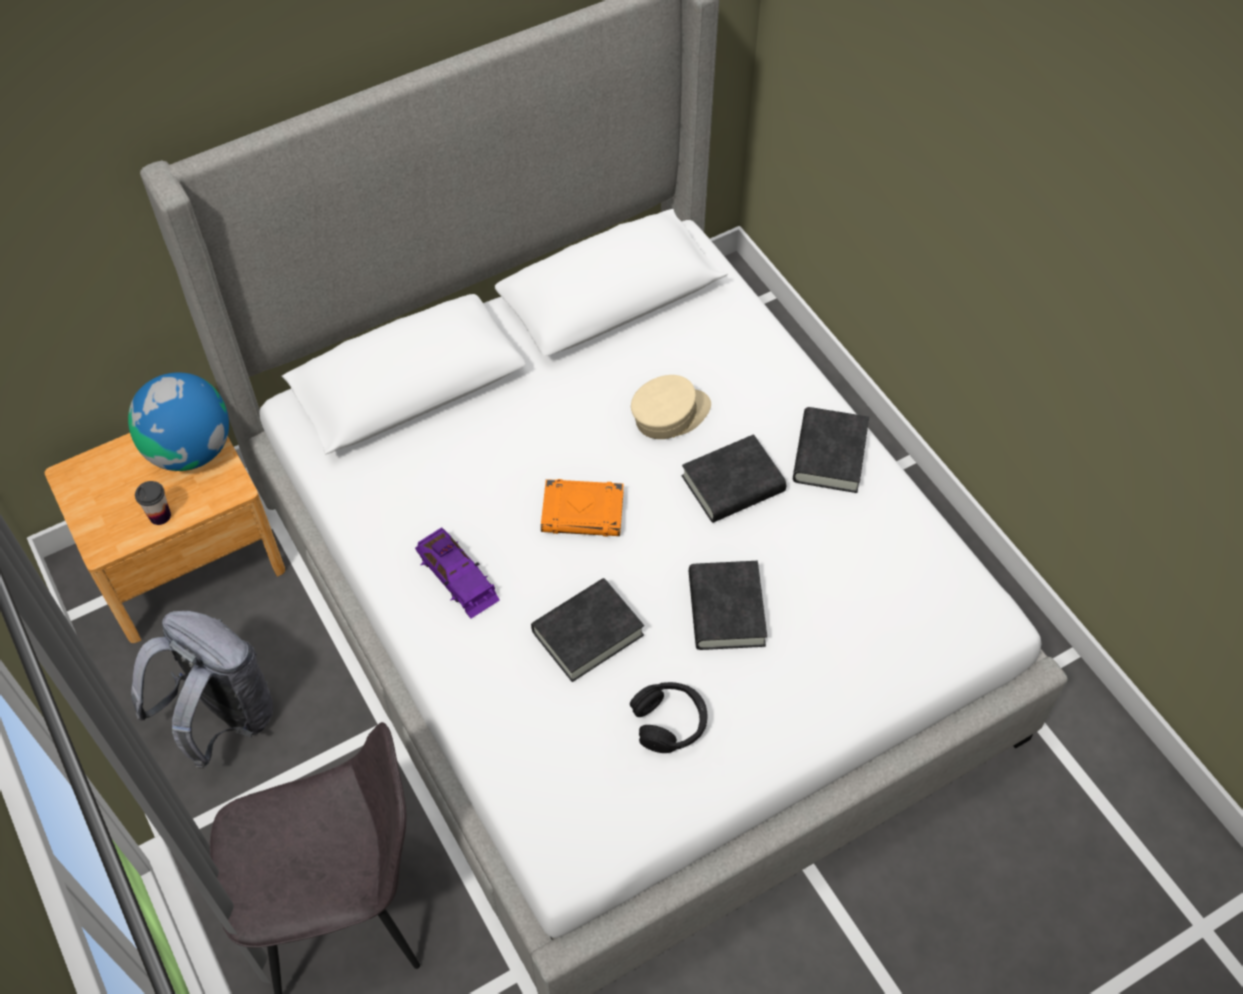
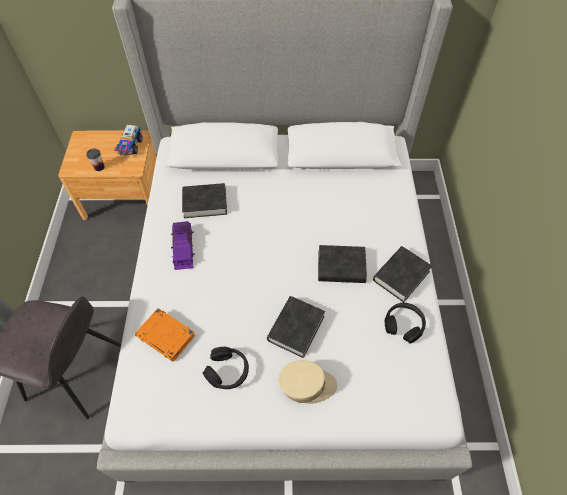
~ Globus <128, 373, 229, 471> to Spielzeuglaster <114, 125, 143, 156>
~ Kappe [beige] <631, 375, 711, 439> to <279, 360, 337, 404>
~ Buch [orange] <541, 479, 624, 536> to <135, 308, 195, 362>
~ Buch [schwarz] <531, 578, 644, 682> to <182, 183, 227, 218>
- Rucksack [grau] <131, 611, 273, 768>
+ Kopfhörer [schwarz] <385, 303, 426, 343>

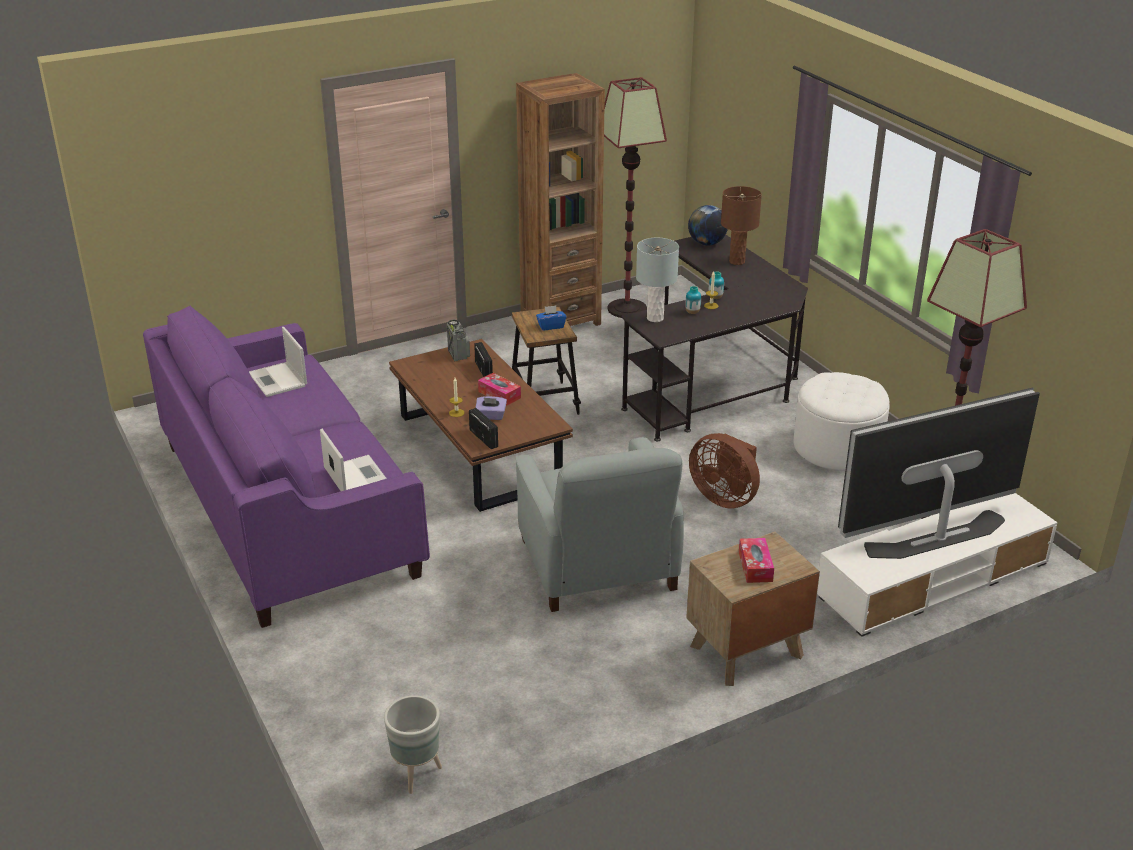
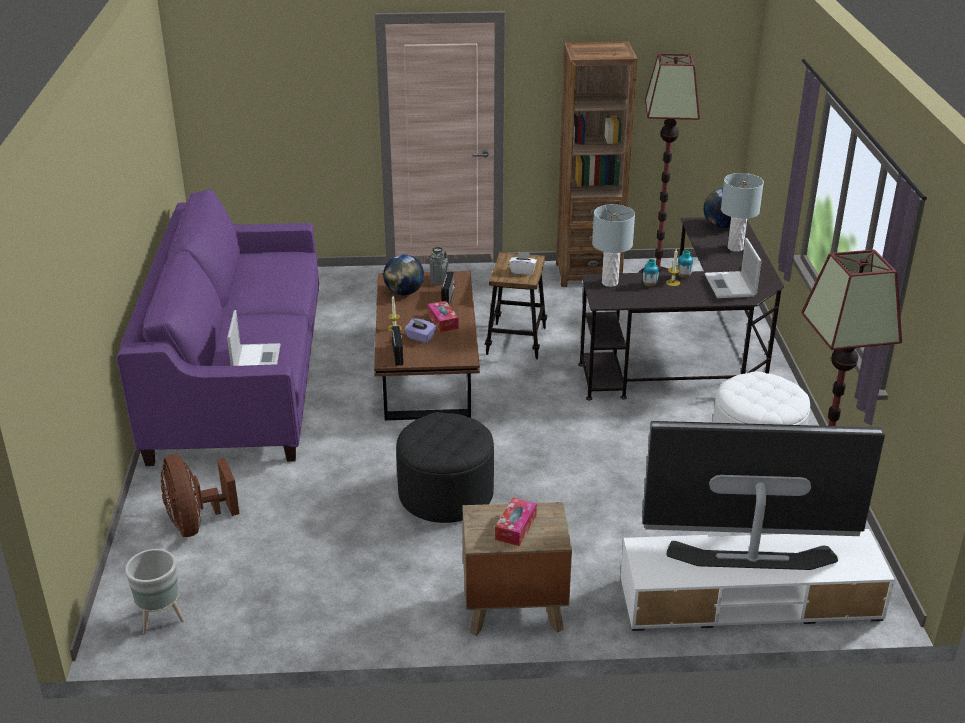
~ Tischlampe [braun] <721, 186, 762, 265> to Tischlampe [grau] <721, 173, 764, 252>
~ Taschentuchbox [blau] <536, 306, 567, 331> to Taschentuchbox [weiß] <509, 251, 537, 275>
~ Laptop <249, 327, 307, 397> to <704, 238, 761, 298>
~ Ventilator [braun] <689, 433, 760, 508> to <161, 454, 240, 537>
~ Sessel [grau] <516, 437, 684, 612> to Polsterhocker [schwarz] <396, 412, 494, 523>
+ Globus <383, 254, 424, 295>

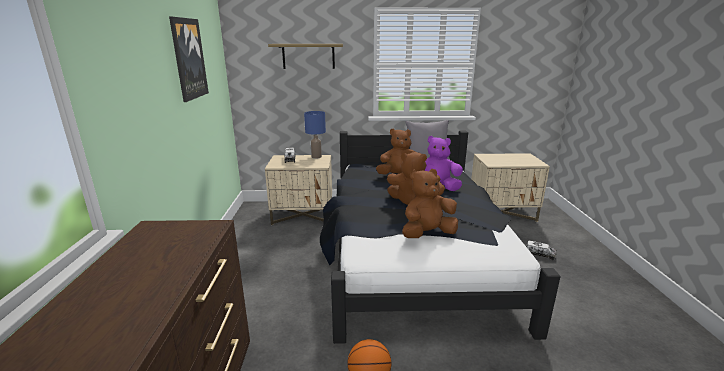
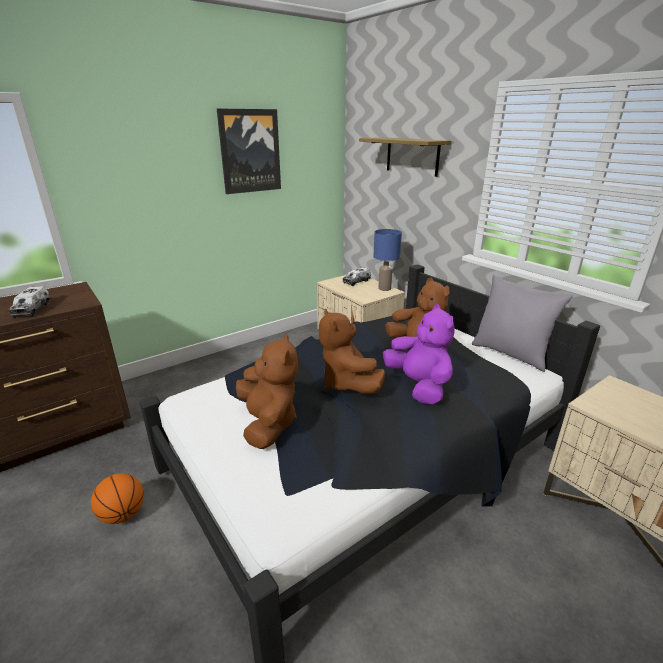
~ Plüschtier [braun] <402, 169, 458, 238> = <236, 334, 298, 449> 45 degrees clockwise
~ Spielzeuglaster <526, 241, 557, 260> to <9, 286, 51, 318>

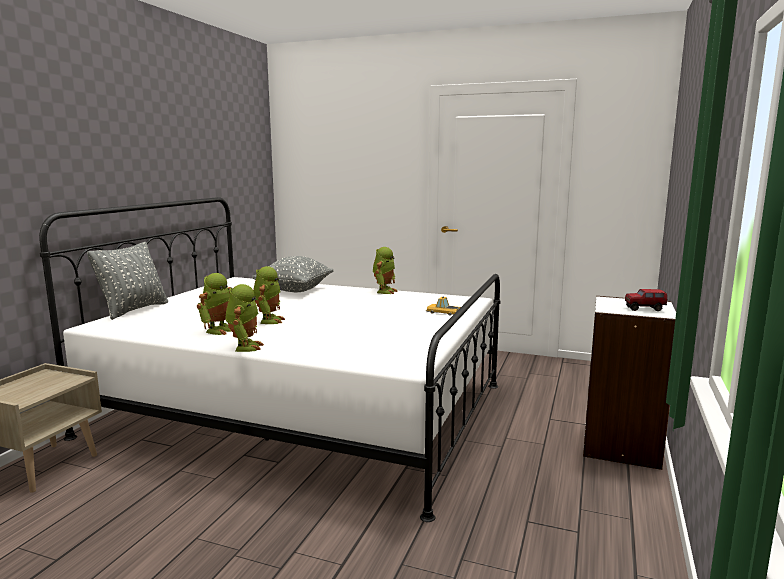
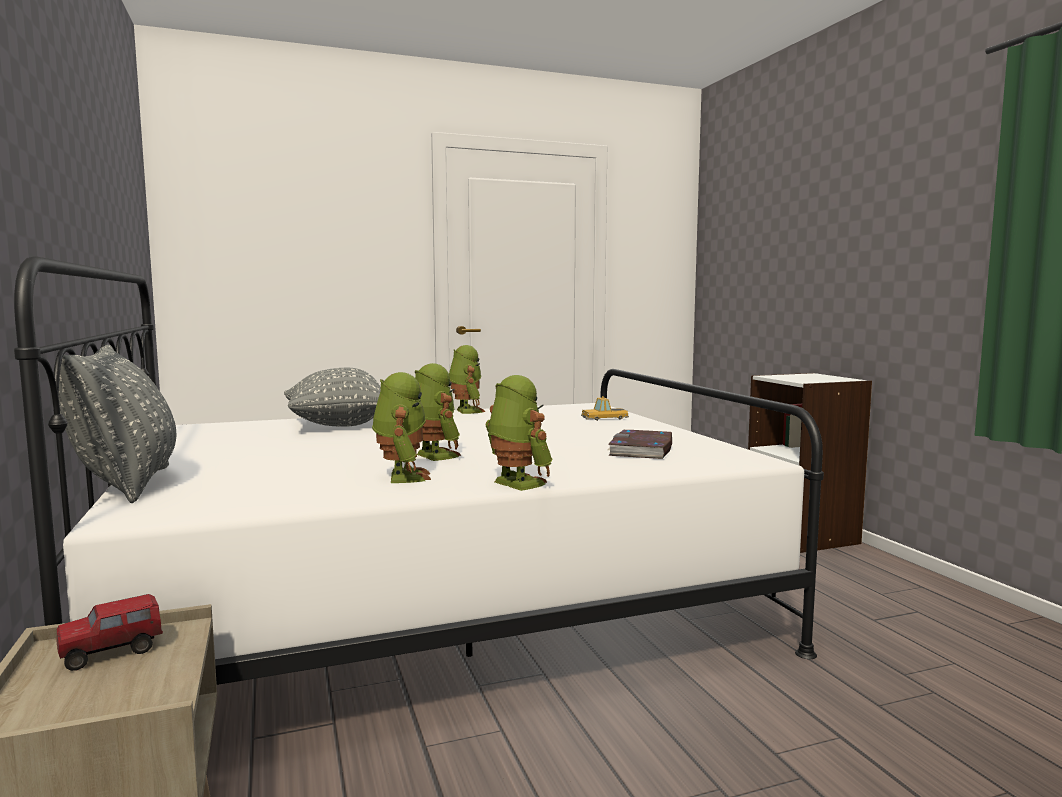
~ Spielzeuglaster <625, 289, 667, 311> to <56, 594, 163, 671>
+ Buch <608, 430, 672, 459>

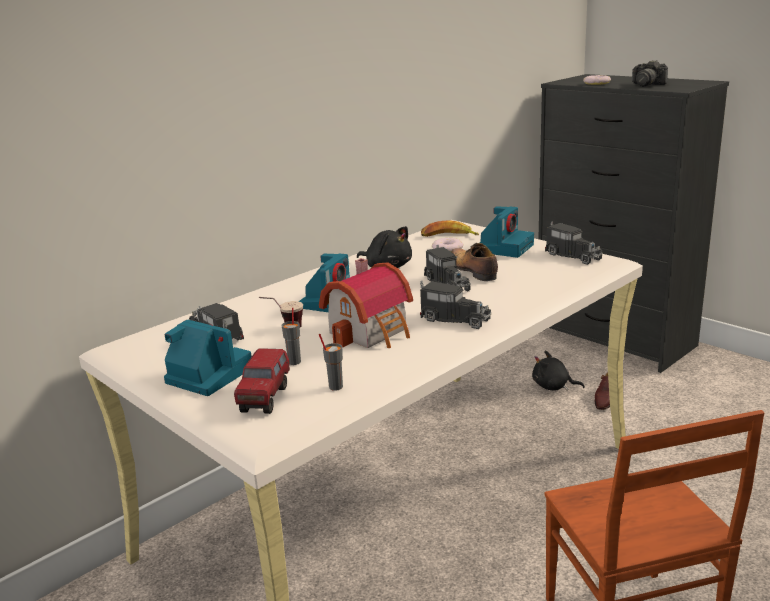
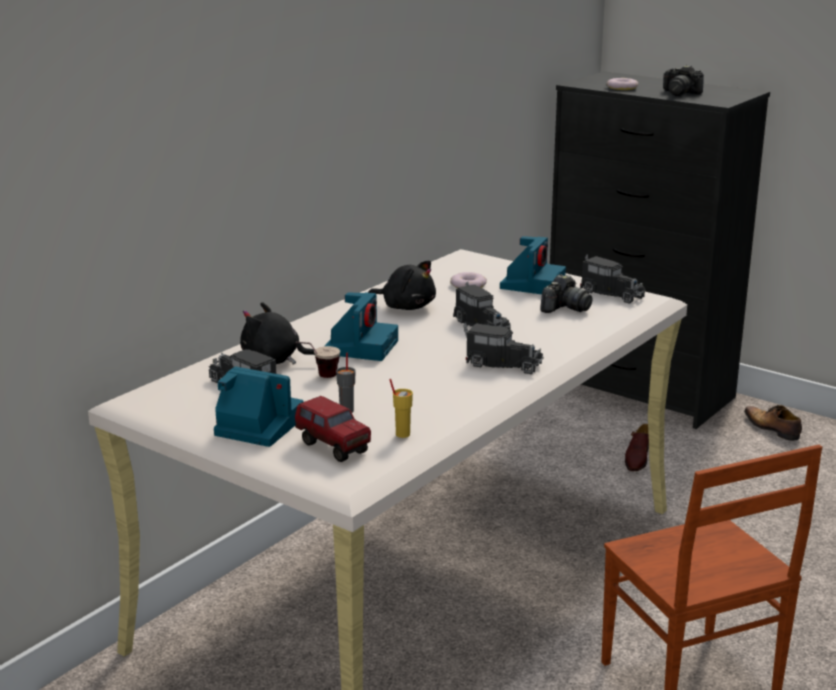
- Banane <421, 221, 479, 237>
~ Schuh <452, 243, 498, 281> to <744, 405, 802, 441>
- Spielzeughaus <319, 258, 413, 348>
~ Tasse [grau] <319, 334, 343, 391> to Tasse [gelb] <389, 379, 413, 438>
~ Spielzeuglaster <234, 348, 290, 414> = <295, 396, 371, 462> 45 degrees counterclockwise
~ Plüschtier [schwarz] <532, 351, 585, 391> to <240, 302, 315, 364>
+ Kamera <540, 274, 593, 313>

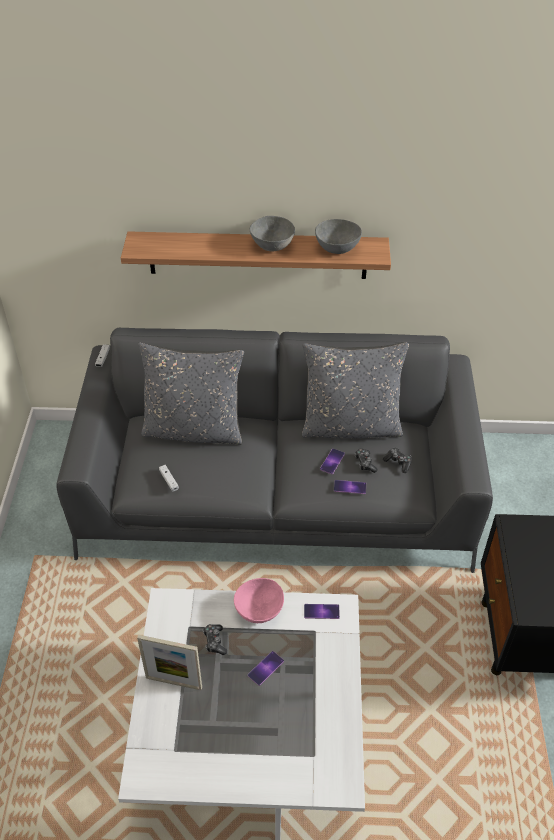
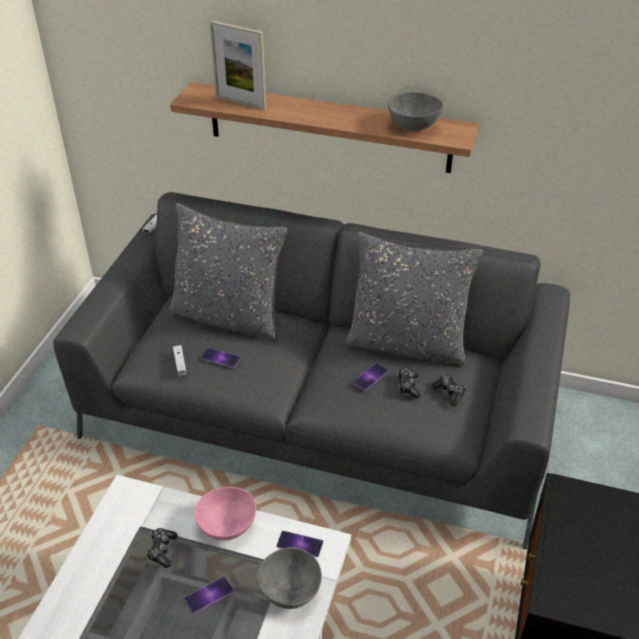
~ Schüssel [grau] <250, 216, 295, 252> to <257, 547, 322, 609>
~ Handy <334, 480, 366, 494> to <201, 348, 241, 368>
~ Bilderrahmen <137, 635, 202, 690> to <210, 20, 266, 110>

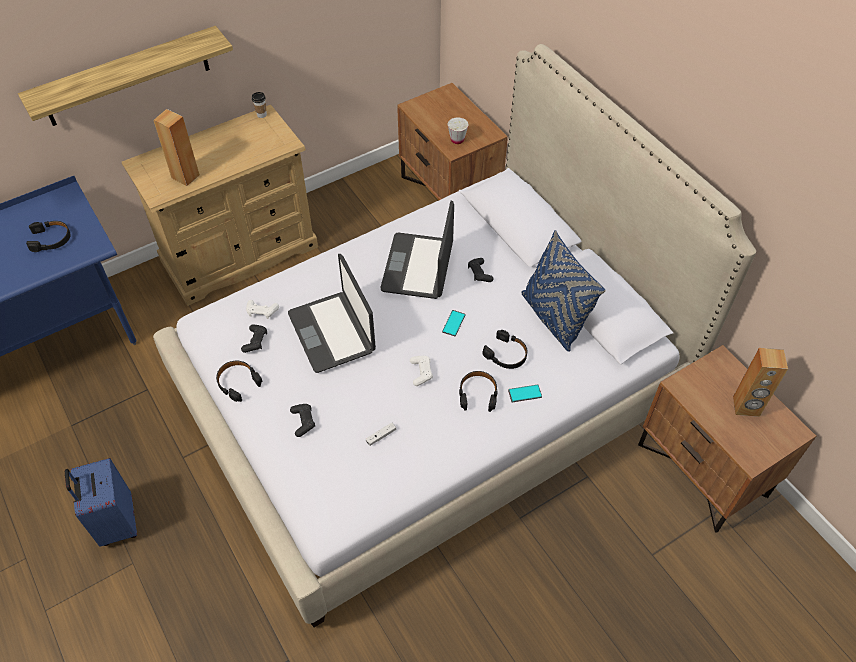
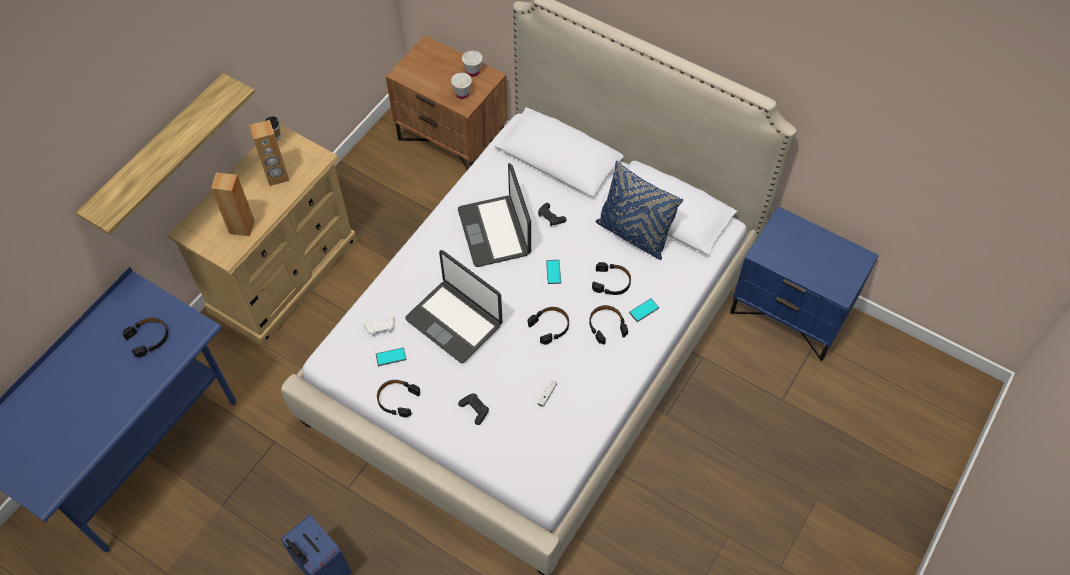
~ Gamepad [schwarz] <241, 324, 267, 353> to Handy <376, 347, 407, 366>
~ Nachttisch [braun] <638, 345, 816, 533> to Nachttisch [blau] <730, 206, 879, 361>
~ Lautsprecher [braun] <733, 348, 788, 417> to <250, 120, 289, 186>
~ Gamepad [weiß] <410, 356, 433, 386> to Kopfhörer [schwarz] <527, 307, 569, 345>
+ Tasse [weiß] <462, 51, 482, 76>

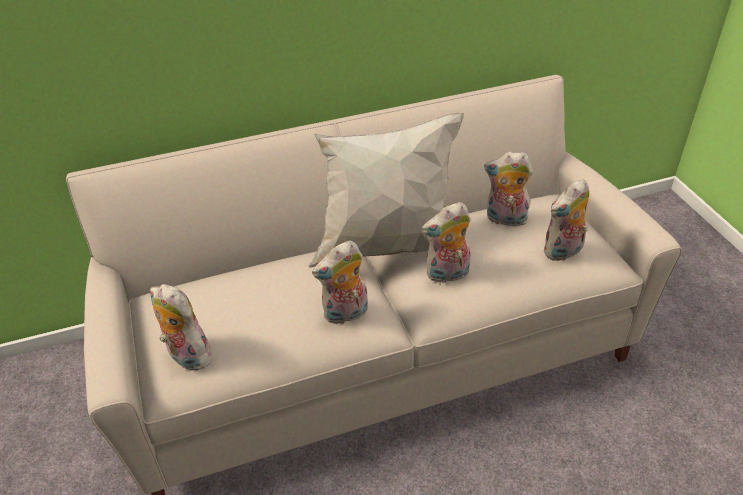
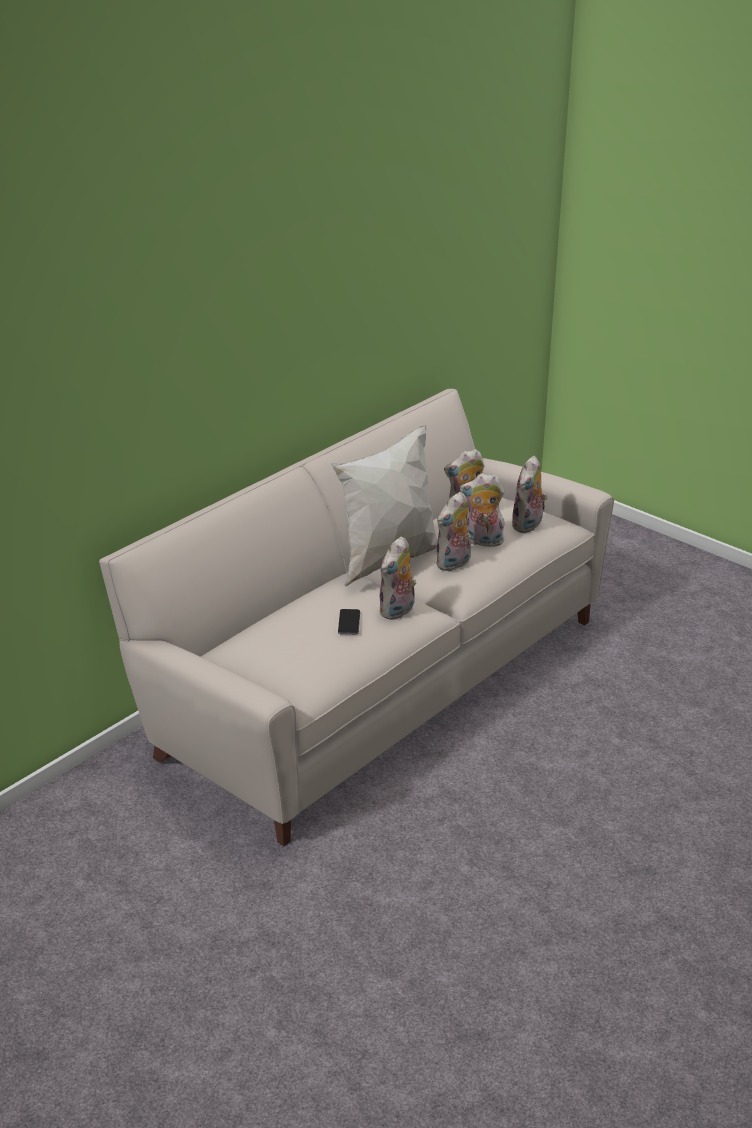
~ Plüschtier <150, 284, 217, 371> to <460, 473, 506, 547>
+ Handy <338, 609, 360, 635>

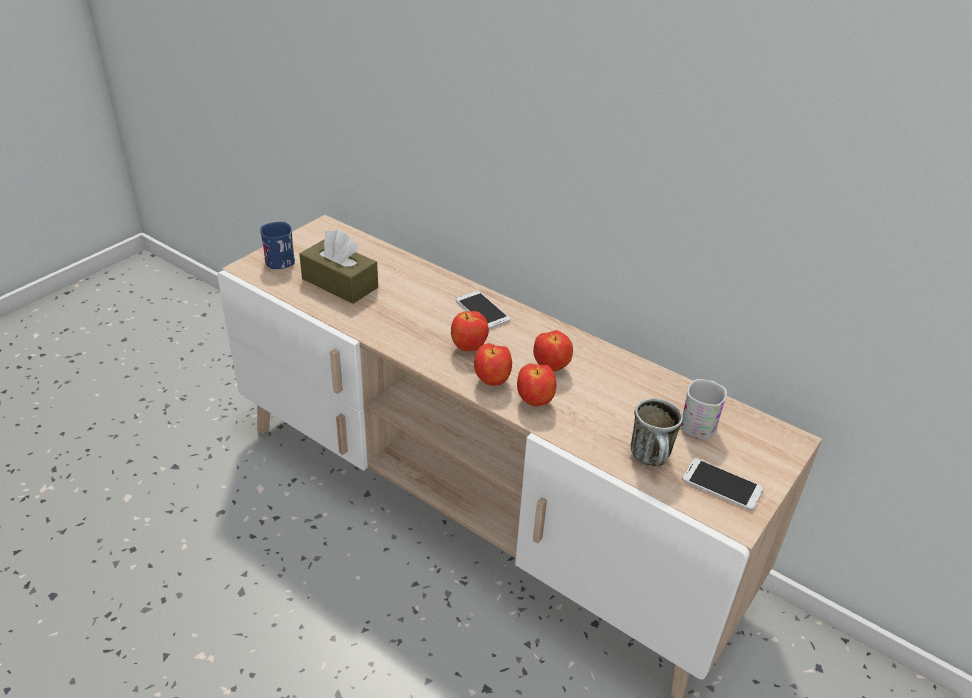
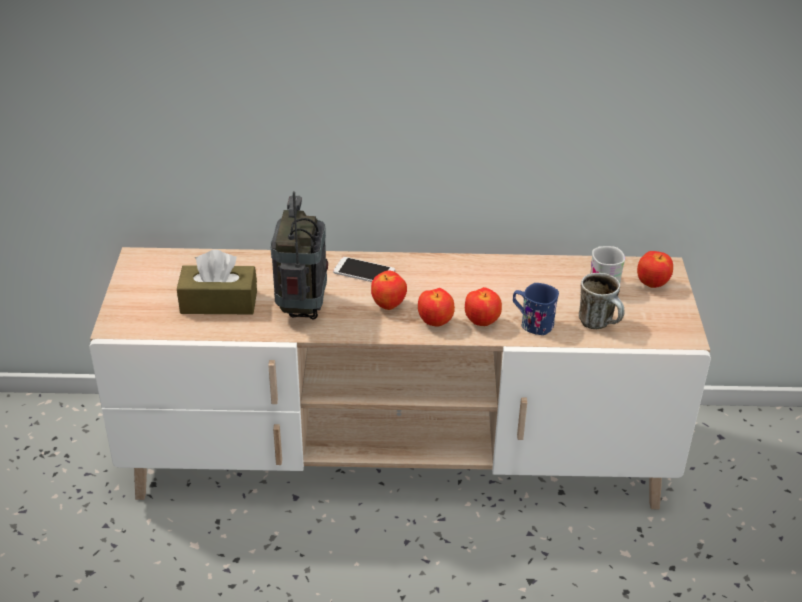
~ Henkelbecher [blau] <260, 222, 295, 269> to <513, 283, 559, 335>
~ Apfel <533, 330, 573, 371> to <637, 251, 673, 288>
- Handy <682, 458, 764, 511>
+ Radio <270, 191, 328, 320>

